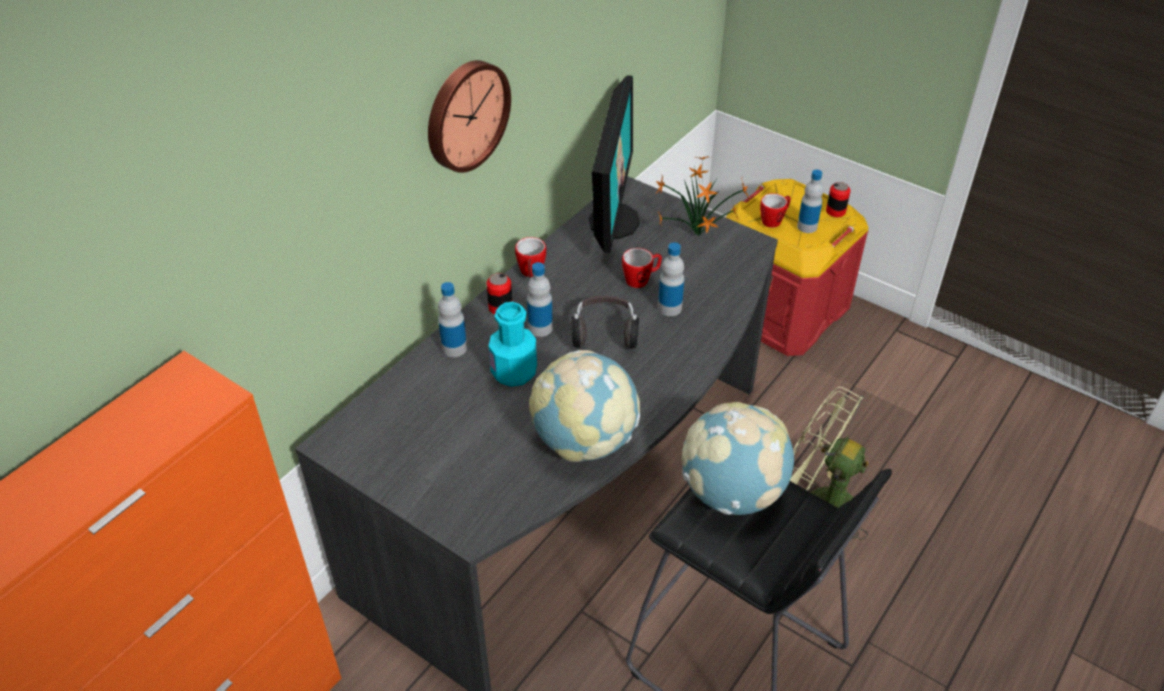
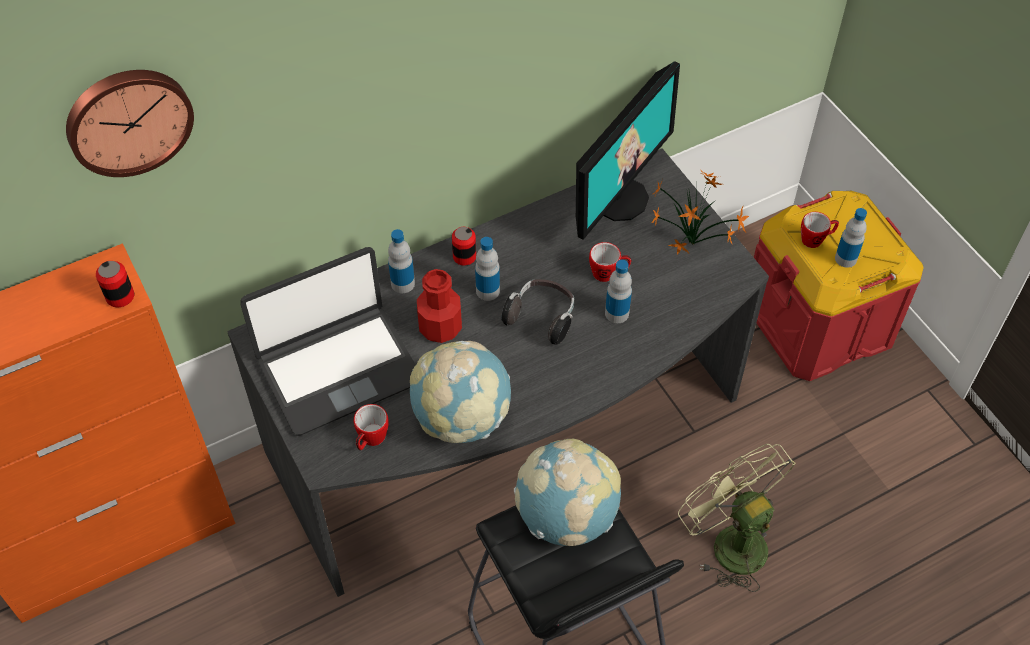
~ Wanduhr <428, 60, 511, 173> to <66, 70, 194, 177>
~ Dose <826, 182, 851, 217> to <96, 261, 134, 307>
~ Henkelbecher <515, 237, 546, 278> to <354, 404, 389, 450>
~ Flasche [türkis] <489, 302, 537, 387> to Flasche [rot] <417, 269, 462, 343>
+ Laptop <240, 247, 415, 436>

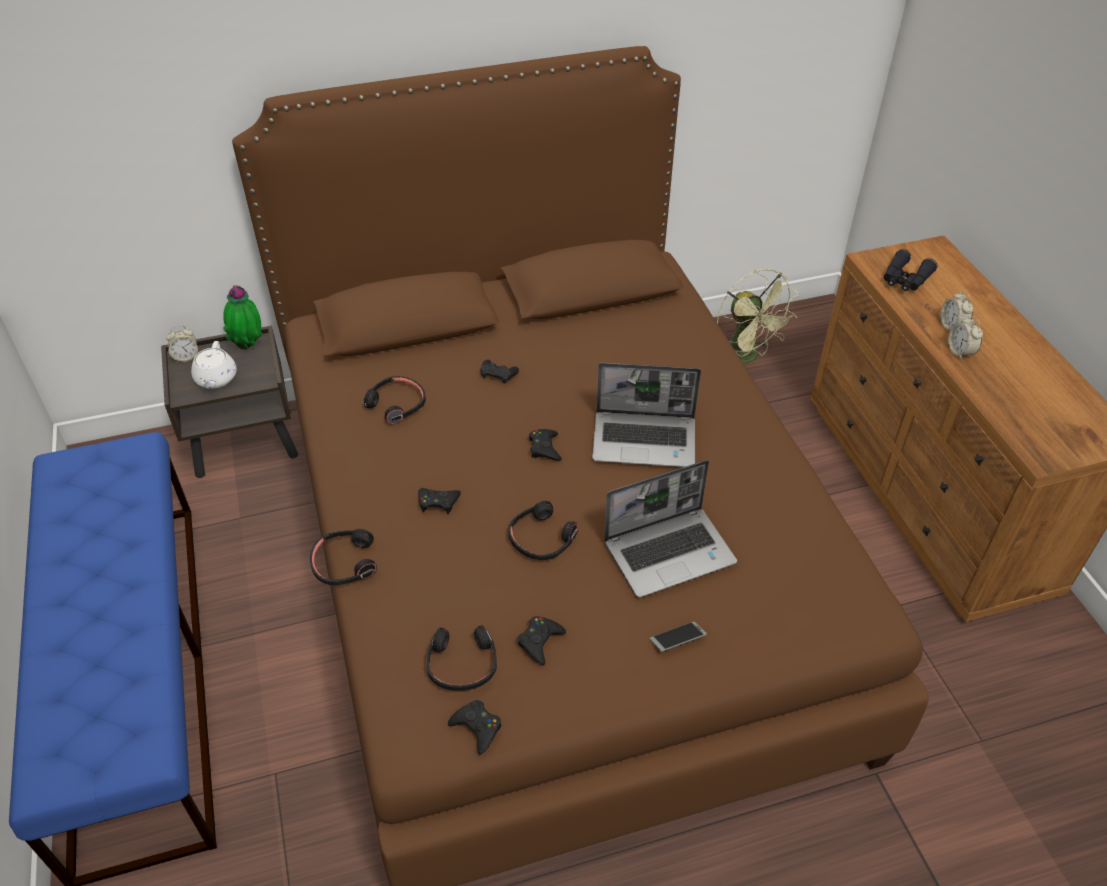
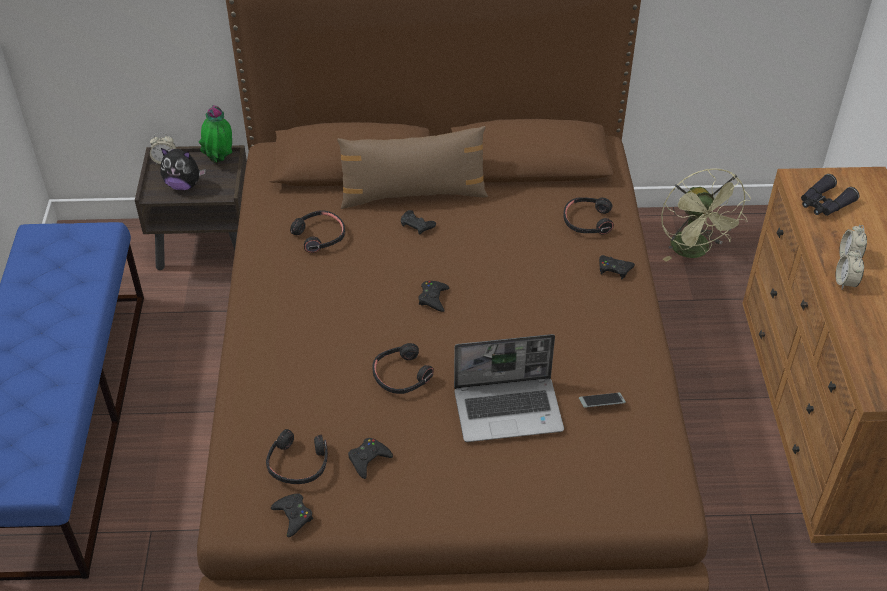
~ Teekanne [weiß] <191, 341, 237, 389> to Plüschtier <160, 148, 206, 190>
- Laptop <592, 363, 701, 467>
~ Gamepad [schwarz] <418, 488, 461, 514> to <599, 255, 635, 280>
~ Kopfhörer [schwarz] <310, 529, 377, 585> to <563, 197, 614, 234>
~ Handy <650, 622, 707, 652> to <579, 393, 626, 408>
+ Kissen [braun] <337, 126, 488, 209>

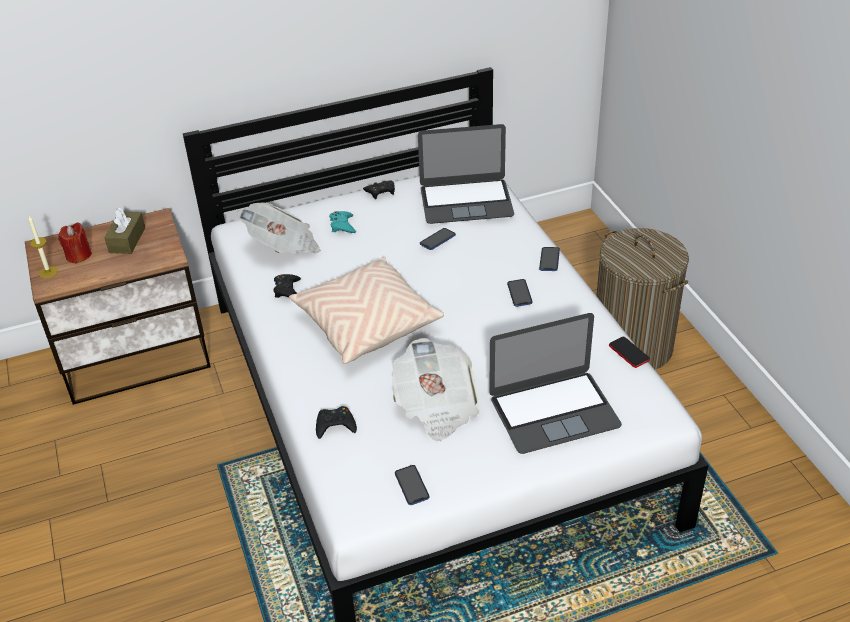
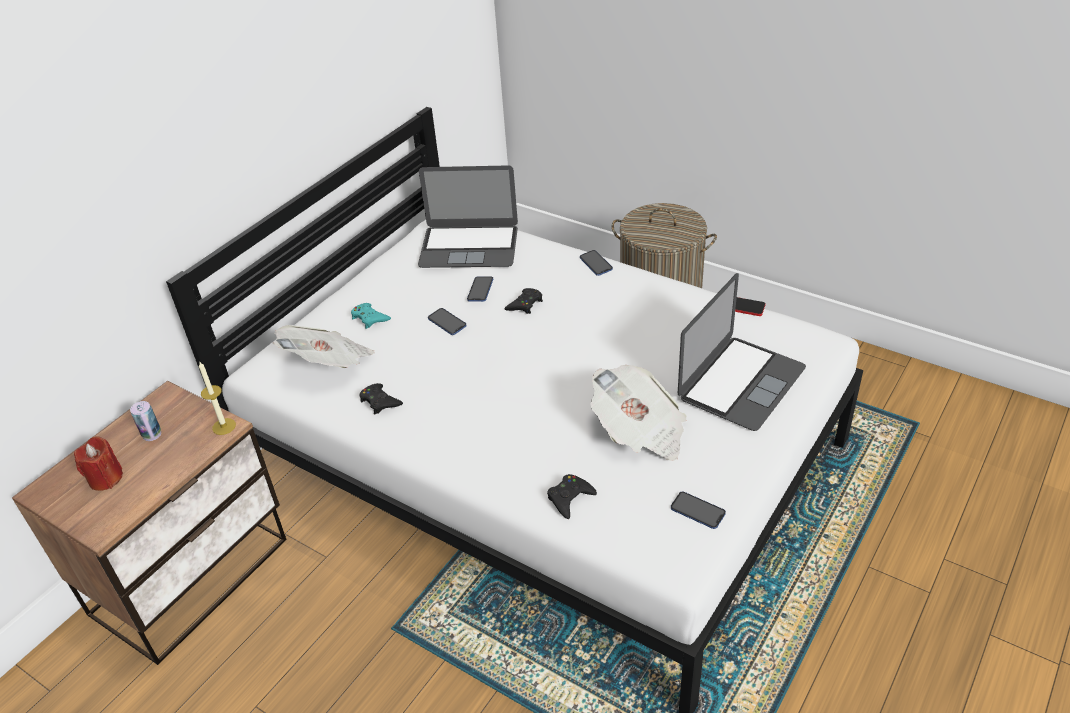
~ Laptop <418, 124, 514, 224> = <418, 165, 518, 268> 45 degrees clockwise
~ Gamepad [schwarz] <363, 180, 395, 199> to <505, 288, 543, 314>
~ Taschentuchbox [braun] <104, 208, 145, 254> to Dose <130, 401, 161, 441>
~ Kerze <28, 216, 58, 278> to <199, 361, 236, 435>
- Kissen [beige] <289, 257, 444, 364>
~ Handy <507, 279, 533, 307> to <428, 308, 467, 335>

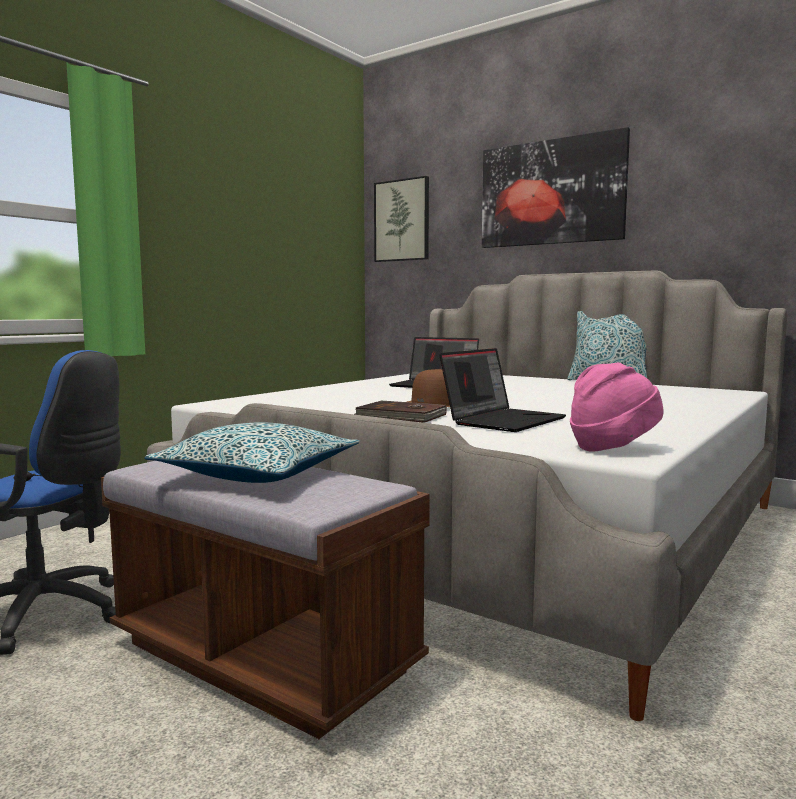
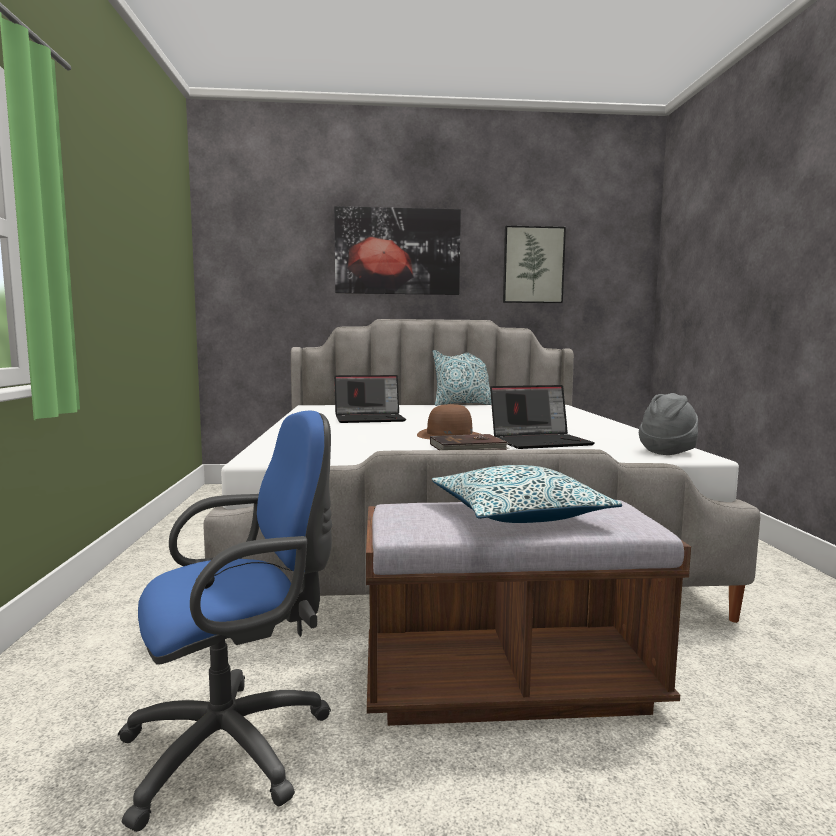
~ Bild <374, 176, 429, 262> to <503, 226, 566, 303>
~ Laptop <439, 348, 566, 432> = <490, 385, 595, 449> 75 degrees clockwise
~ Hut [rosa] <570, 363, 663, 452> to Hut [grau] <639, 393, 698, 455>

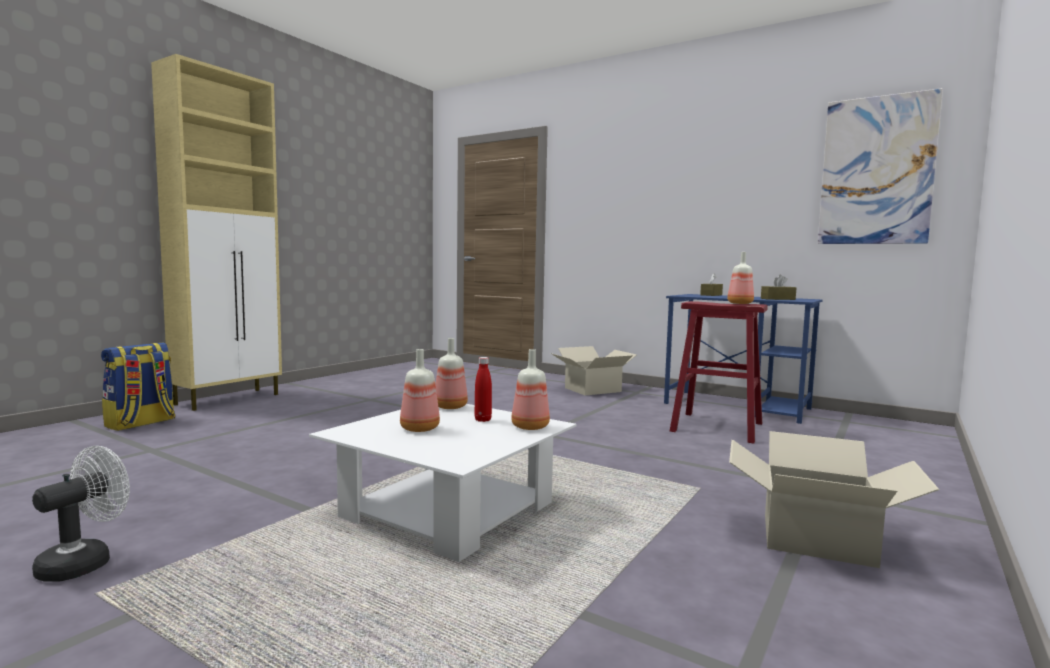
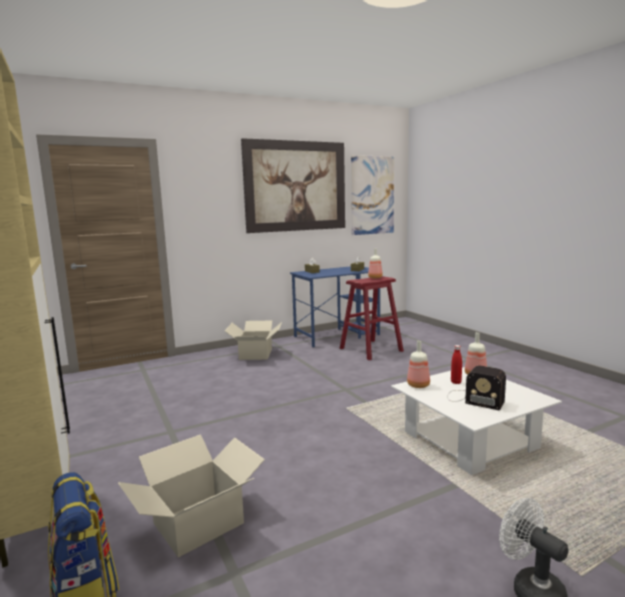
~ Flasche <400, 349, 440, 432> to Radio <447, 366, 506, 411>
~ Karton <729, 431, 940, 568> to <118, 434, 265, 558>
+ Bild <241, 138, 345, 233>

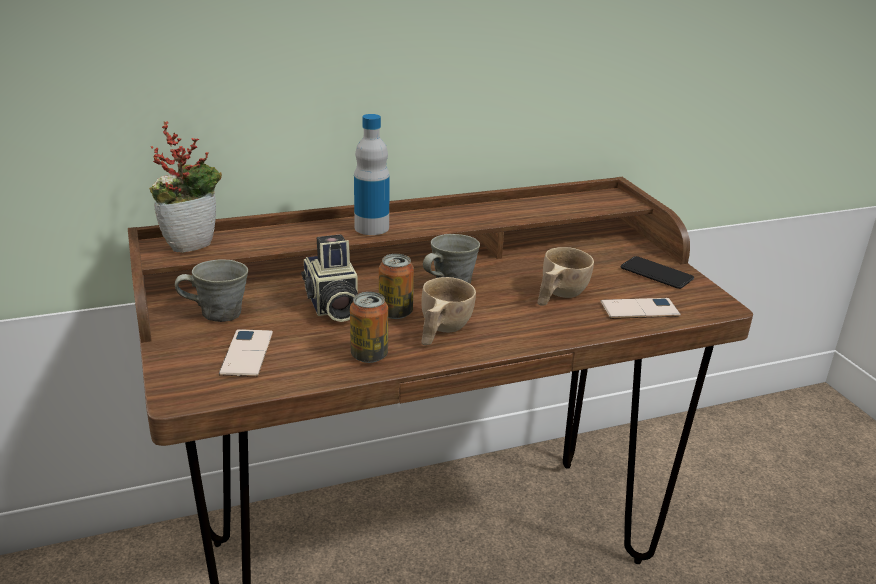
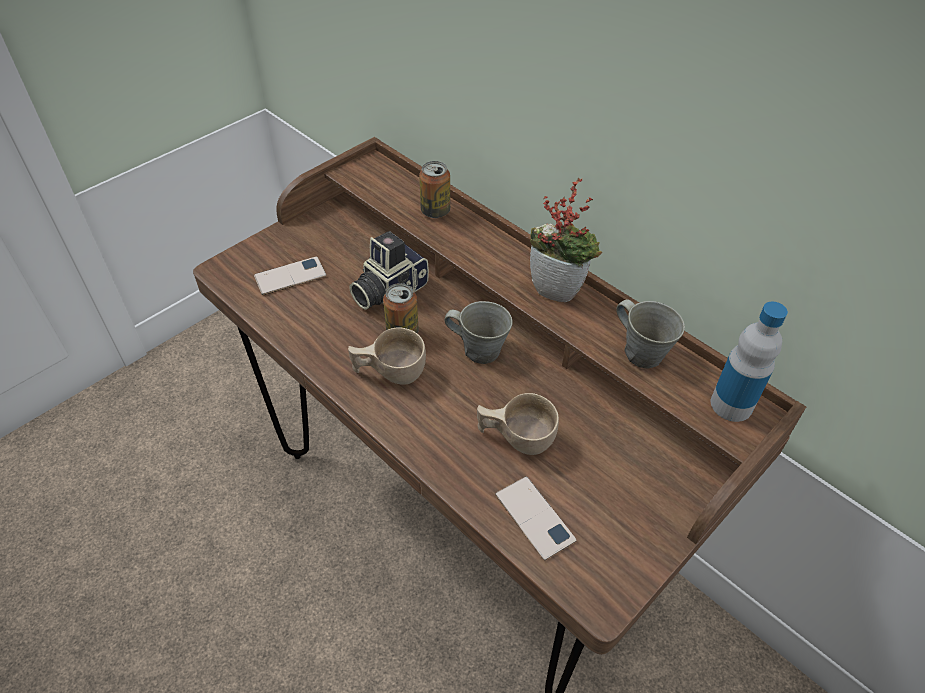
~ Flasche <354, 114, 390, 235> to <711, 302, 788, 422>
~ Topfpflanze <149, 121, 222, 253> to <530, 178, 602, 302>
- Handy <621, 256, 694, 289>
~ Henkelbecher [grau] <175, 259, 248, 322> to <616, 299, 685, 368>
~ Dose <350, 292, 388, 363> to <419, 161, 450, 218>

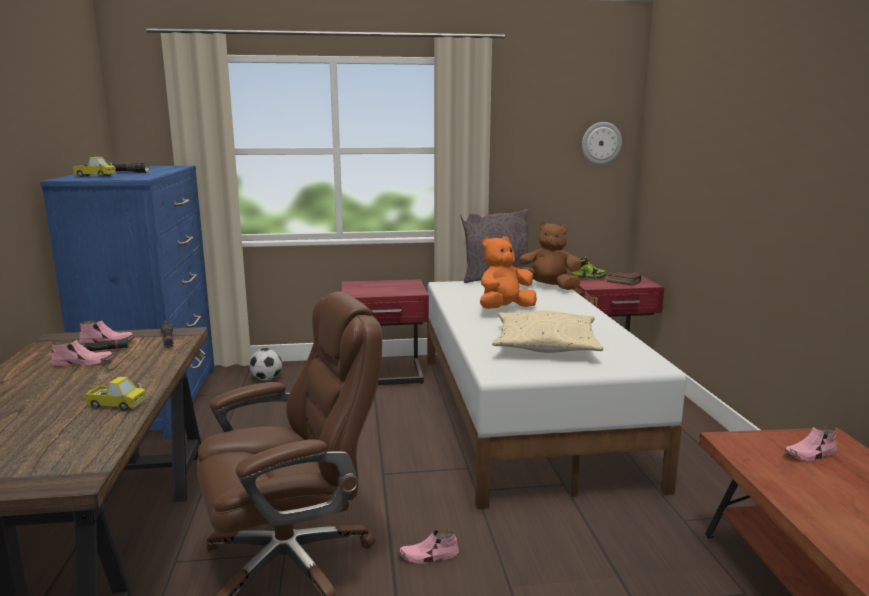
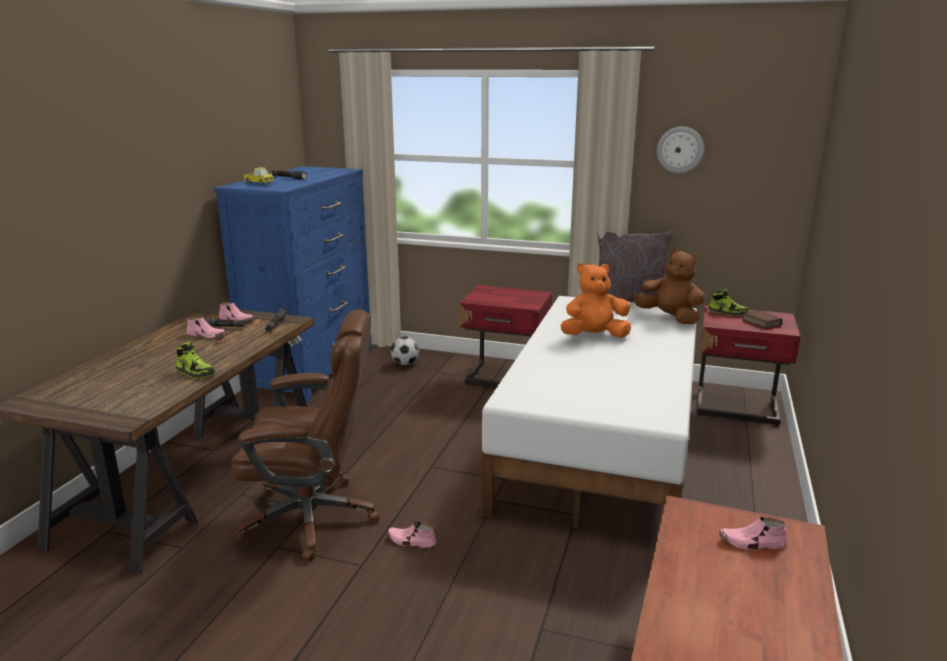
~ Wanduhr <582, 122, 622, 165> to <657, 127, 704, 173>
- Kissen [beige] <492, 310, 604, 353>
~ Spielzeuglaster <84, 377, 147, 411> to Schuh <176, 342, 215, 378>

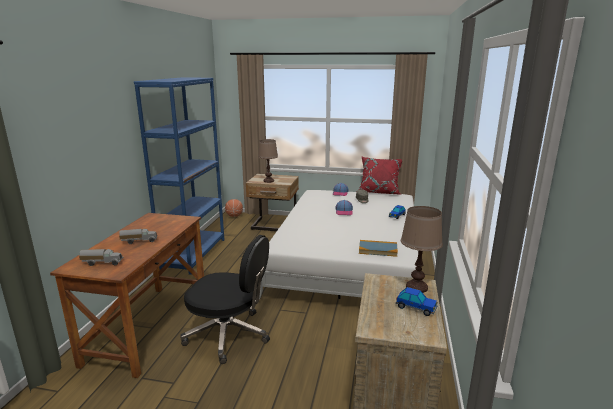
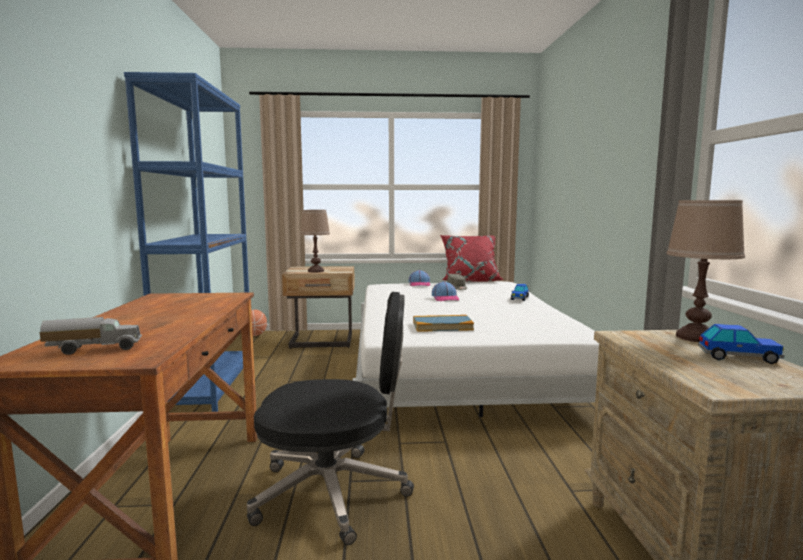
- Spielzeuglaster <119, 229, 157, 244>
~ Buch <359, 240, 398, 257> to <413, 315, 474, 332>

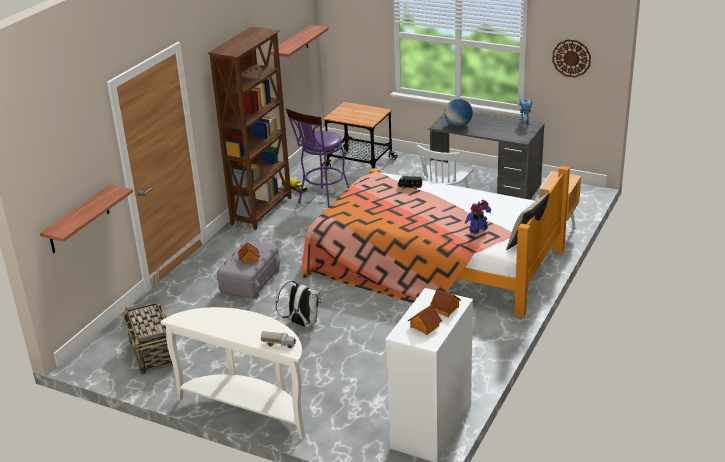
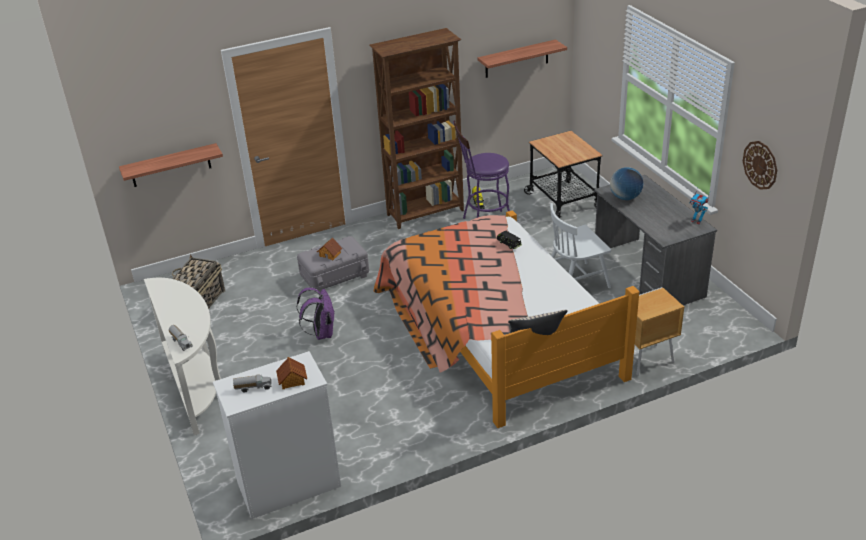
- Spielzeugroboter <465, 200, 491, 234>
~ Rucksack [weiß] <275, 280, 322, 328> to Rucksack [lila] <296, 288, 334, 340>
~ Spielzeughaus <408, 305, 442, 335> to Spielzeuglaster <233, 374, 272, 393>

